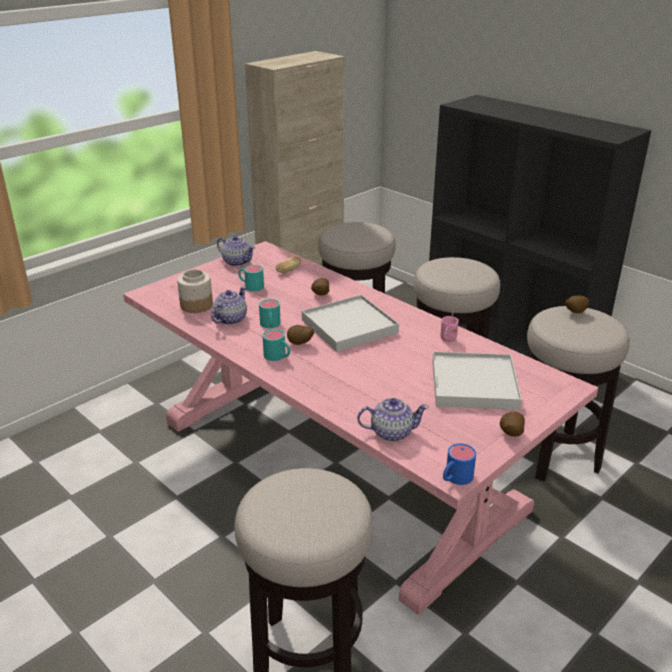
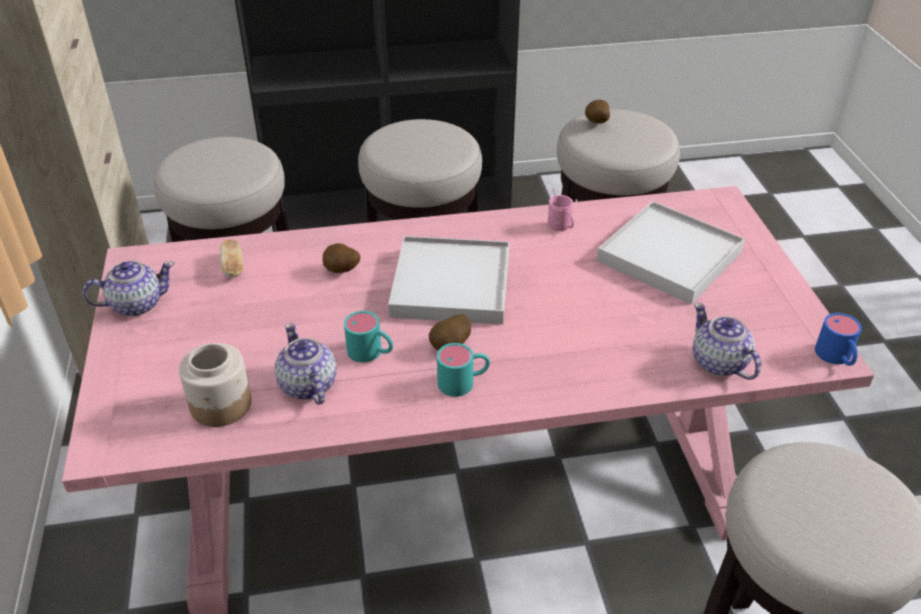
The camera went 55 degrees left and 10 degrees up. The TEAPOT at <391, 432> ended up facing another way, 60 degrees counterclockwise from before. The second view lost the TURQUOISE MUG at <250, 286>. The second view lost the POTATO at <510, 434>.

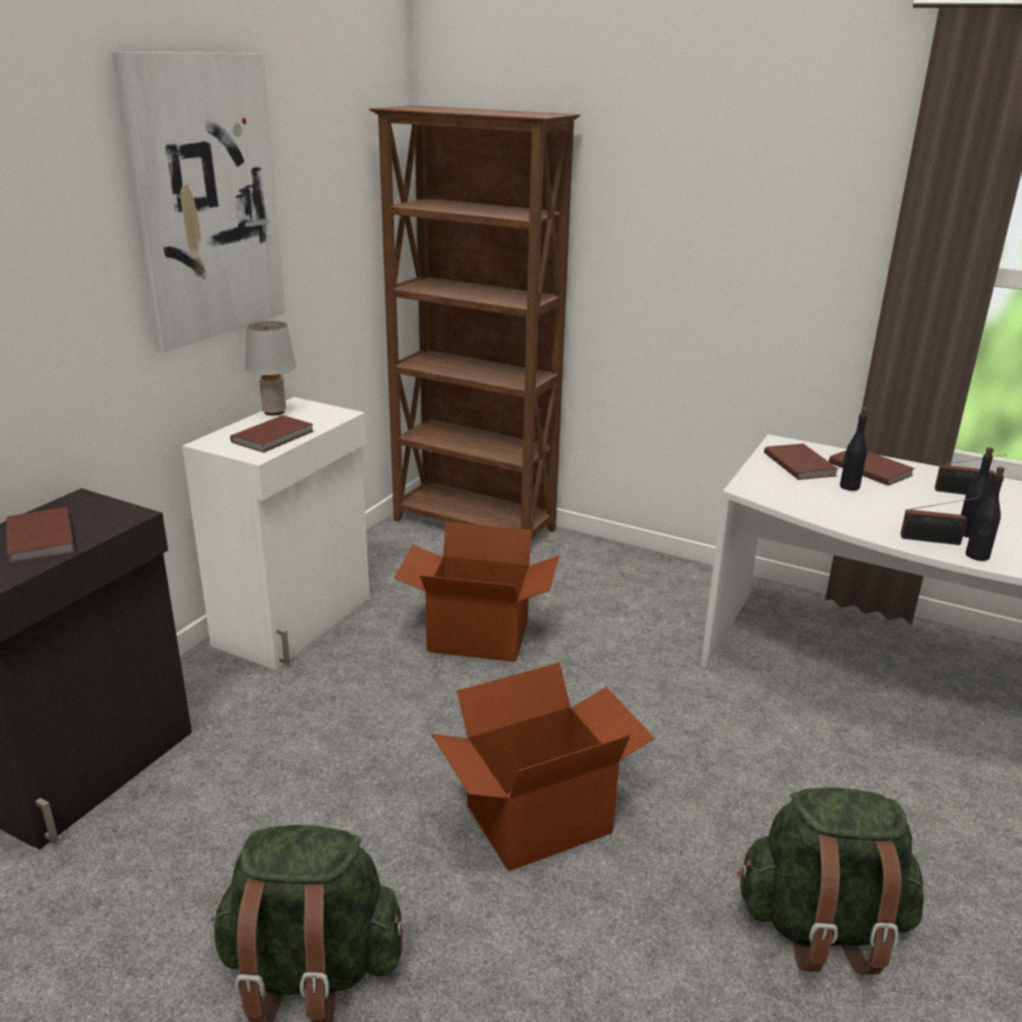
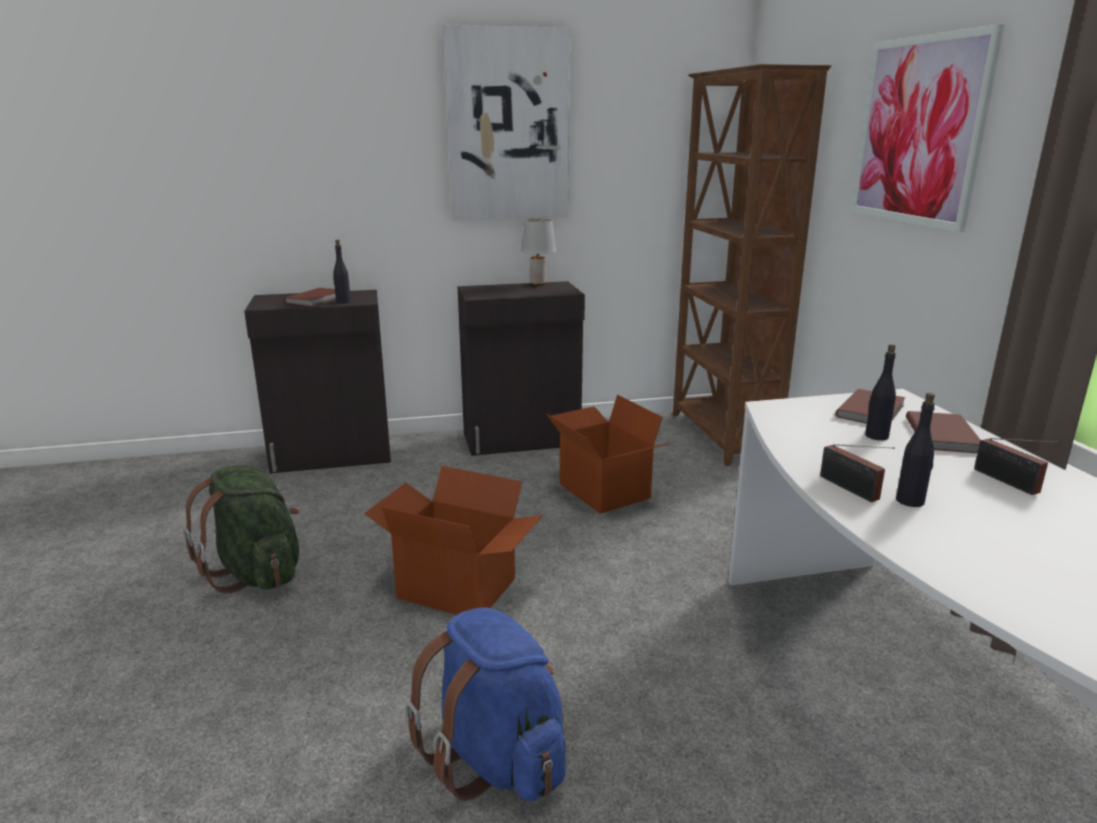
The camera went 50 degrees right and 5 degrees down. The BLACK BOTTLE ended up elsewhere, having gone from <977, 556> to <343, 302>. What was the GREEN BACKPACK at <822, 926> turned into the BLUE BACKPACK at <496, 758>. What was the WHITE CABINET at <296, 620> turned into the BLACK CABINET at <522, 439>. The second view gained the PICTURE at <918, 131>. The second view lost the BROWN BOOK at <275, 437>.

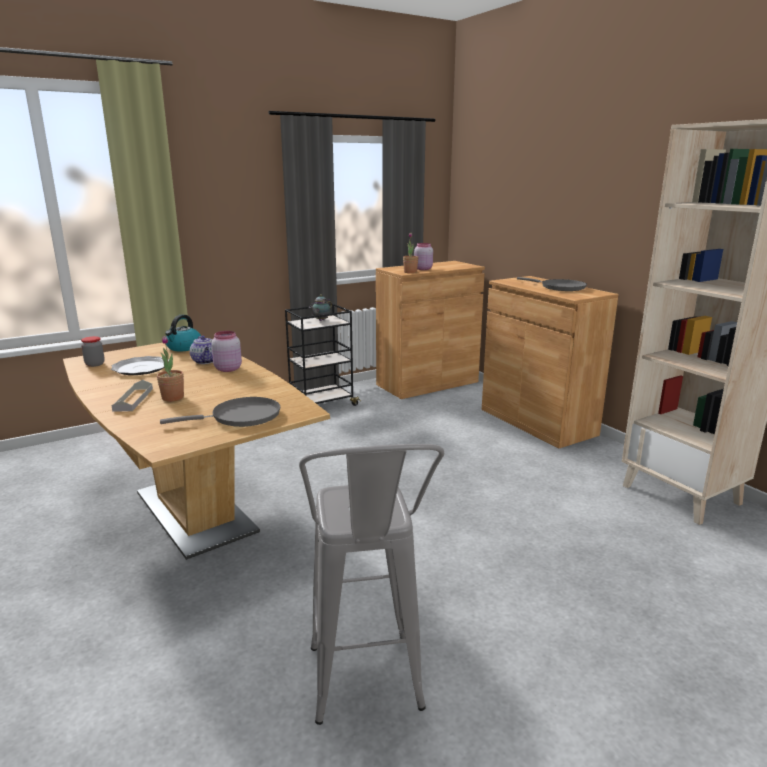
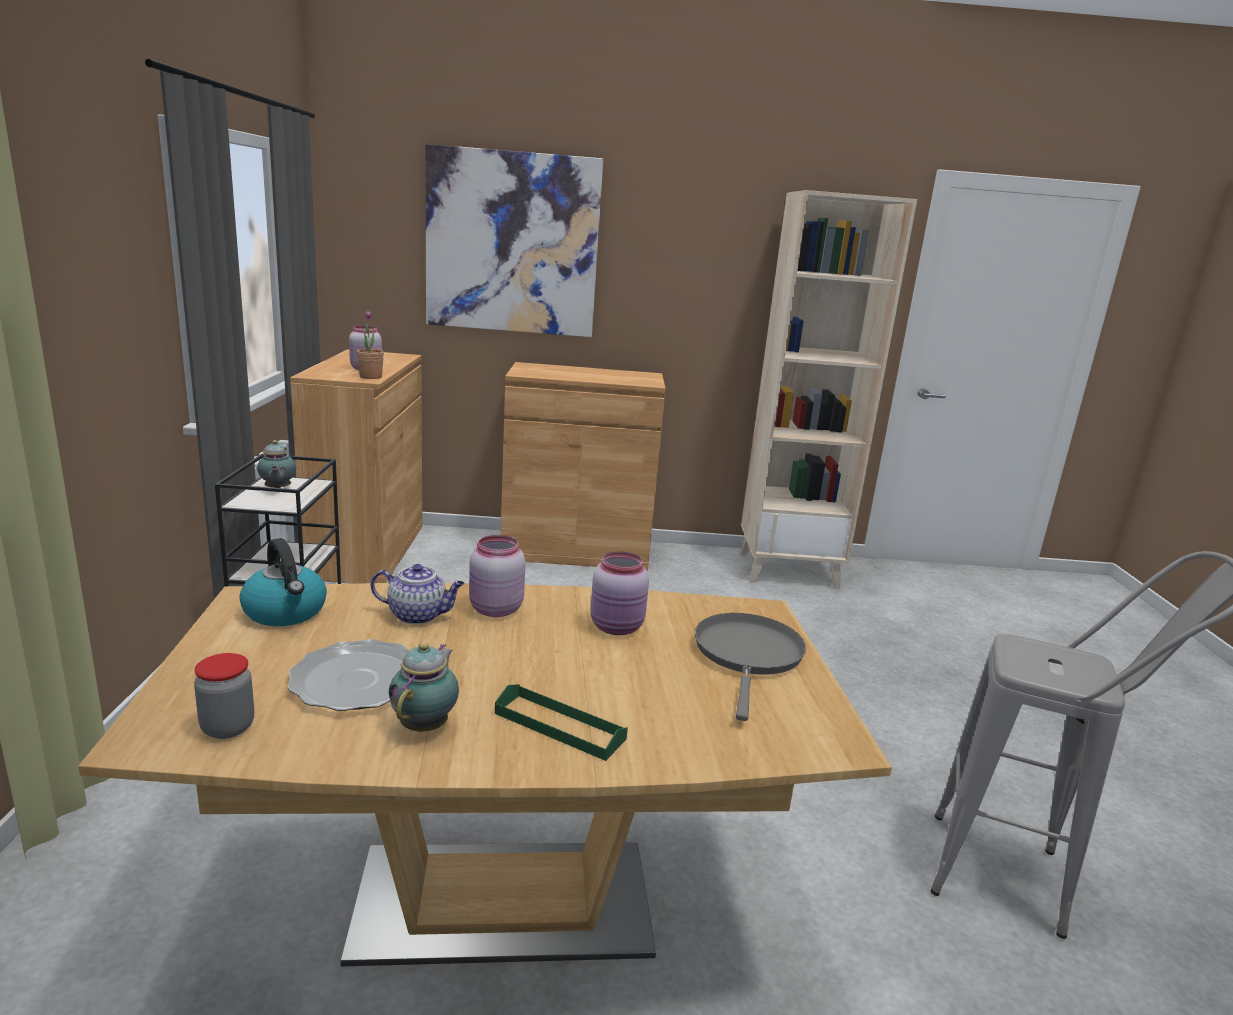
The camera went 60 degrees left and 0 degrees up. The second view gained the TEAPOT at <426, 725>. The second view gained the PICTURE at <512, 243>. What was the GREY TRAY at <133, 399> turned into the GREEN TRAY at <559, 726>. The second view gained the PINK JAR at <618, 627>. The second view lost the POTTED PLANT at <173, 398>. The second view lost the GREY FRYING PAN at <560, 287>.

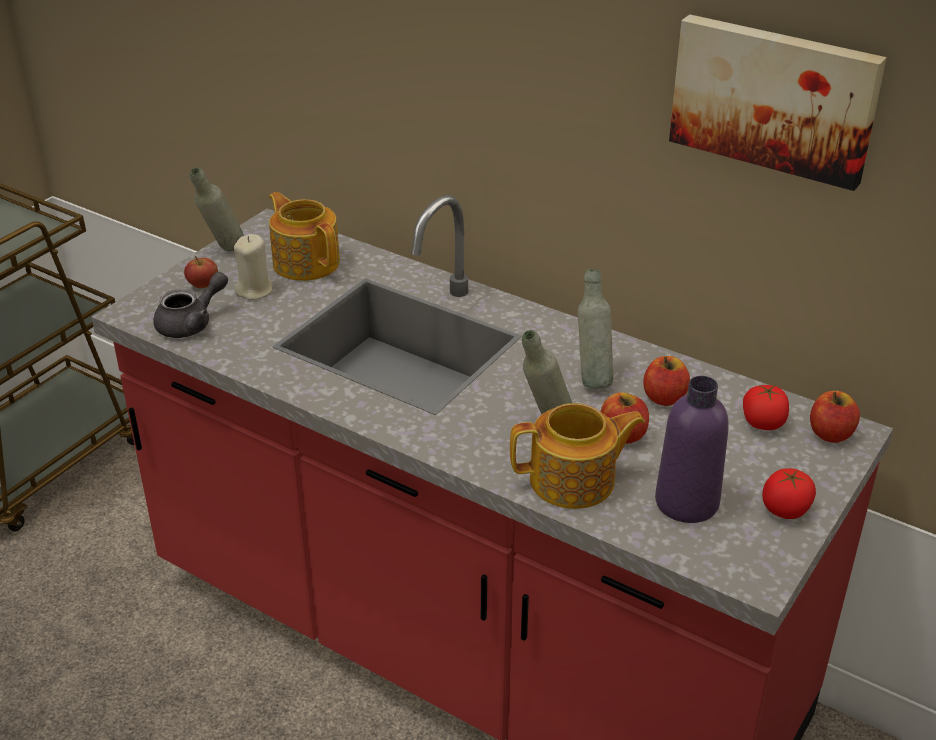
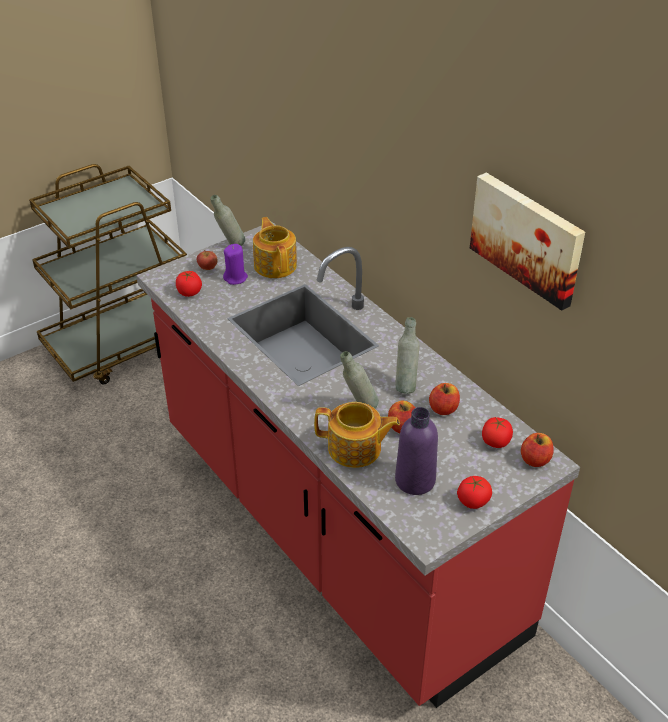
The camera went 20 degrees right and 5 degrees up. Where the GREY TEAPOT stood at <192, 323>, the TOMATO came to stand at <189, 292>. What was the BEIGE CANDLE at <255, 290> turned into the PURPLE CANDLE at <235, 278>.

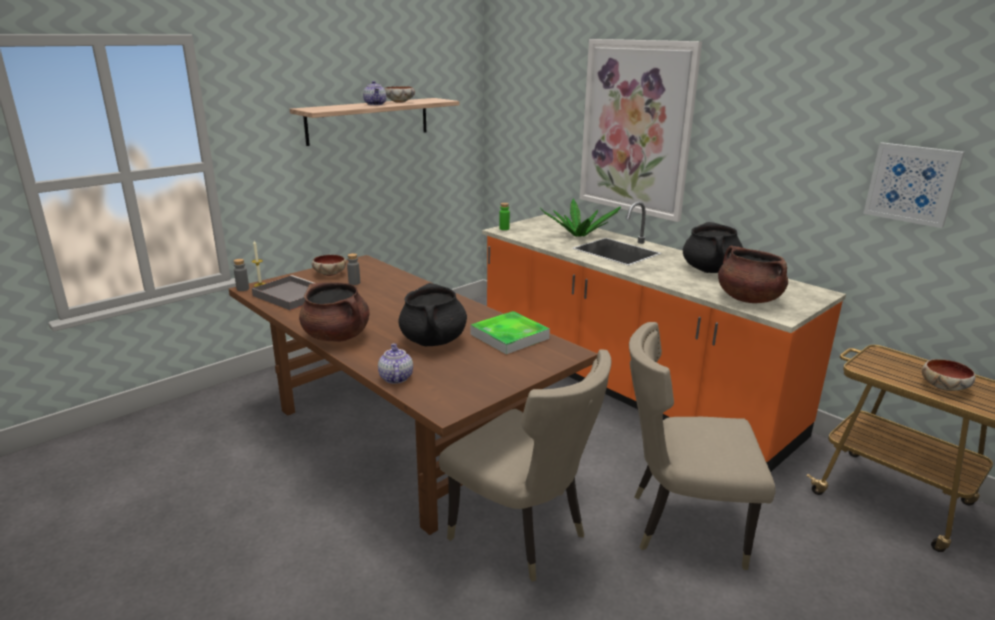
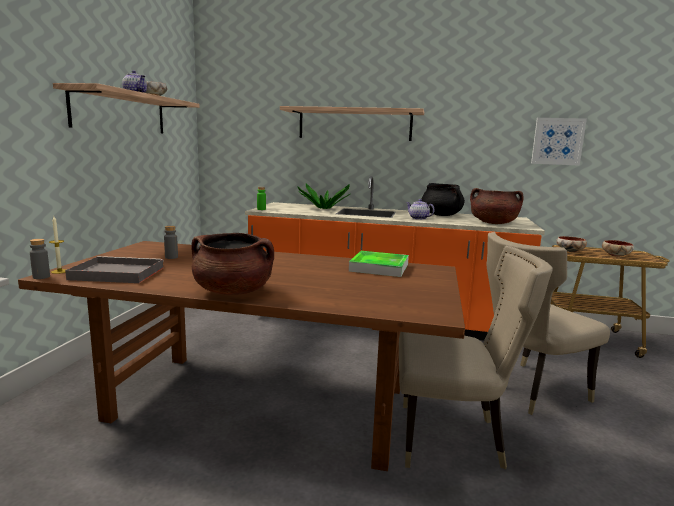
The camera went 35 degrees left and 10 degrees down. Where the PICTURE hung at <636, 128>, the SHELF came to hang at <354, 124>. The TEAPOT ended up elsewhere, having gone from <395, 378> to <418, 218>. The BOWL ended up elsewhere, having gone from <329, 274> to <569, 251>. The second view lost the BLACK COOKING POT at <433, 340>.

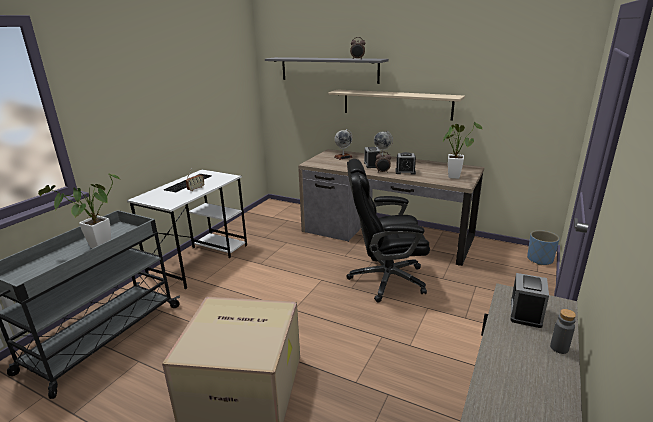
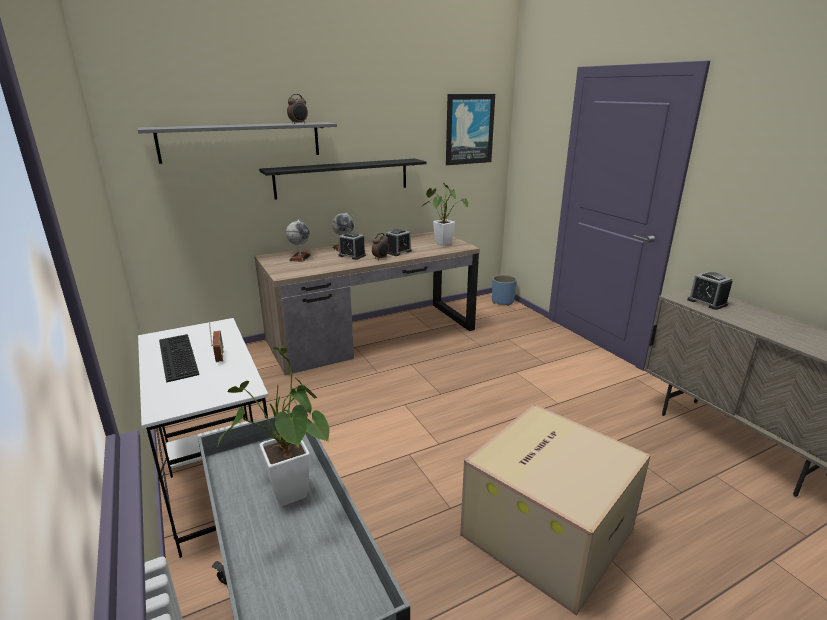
The camera went 55 degrees left and 0 degrees up. What was the BEIGE SHELF at <396, 104> turned into the BLACK SHELF at <342, 178>. The second view gained the PICTURE at <469, 129>. The second view lost the BLACK OFFICE CHAIR at <385, 279>. The second view lost the GREY BOTTLE at <559, 348>.

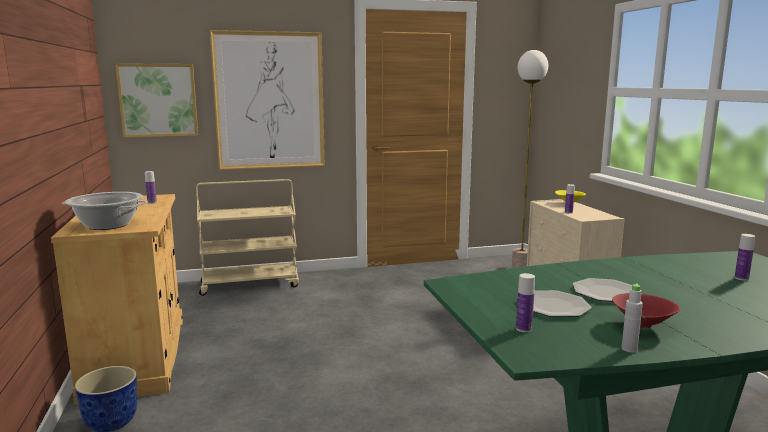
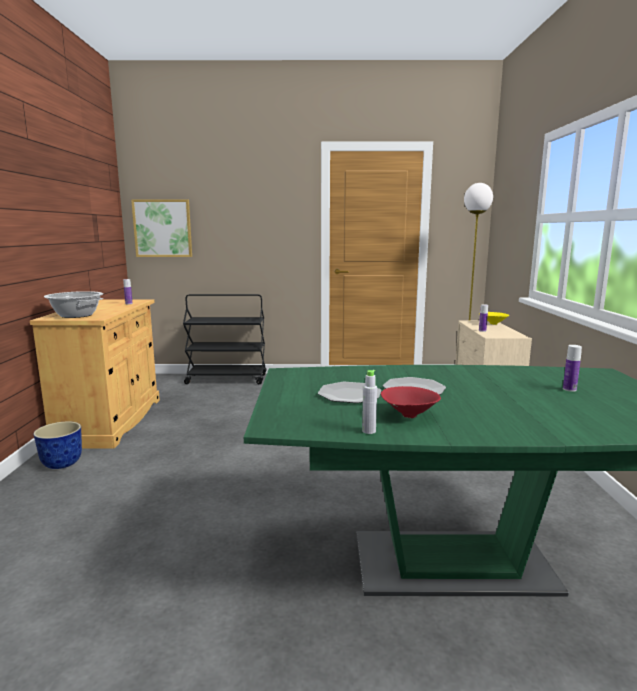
The camera went 15 degrees right and 0 degrees up. What was the BEIGE CART at <250, 284> turned into the BLACK CART at <227, 379>. The second view lost the PICTURE at <269, 101>. The second view lost the BOTTLE at <523, 329>.

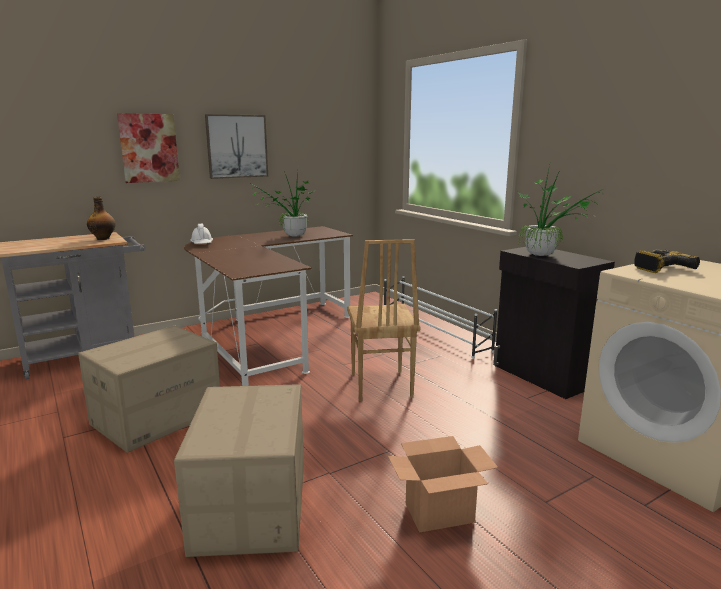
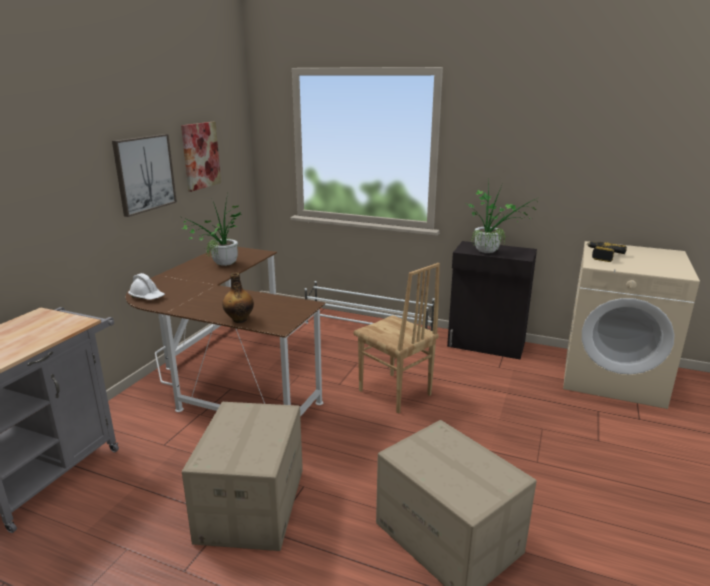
The camera went 35 degrees left and 5 degrees up. The PICTURE ended up elsewhere, having gone from <149, 148> to <200, 155>. The BOTTLE ended up elsewhere, having gone from <103, 238> to <239, 319>. The second view lost the CARDBOARD BOX at <440, 513>.

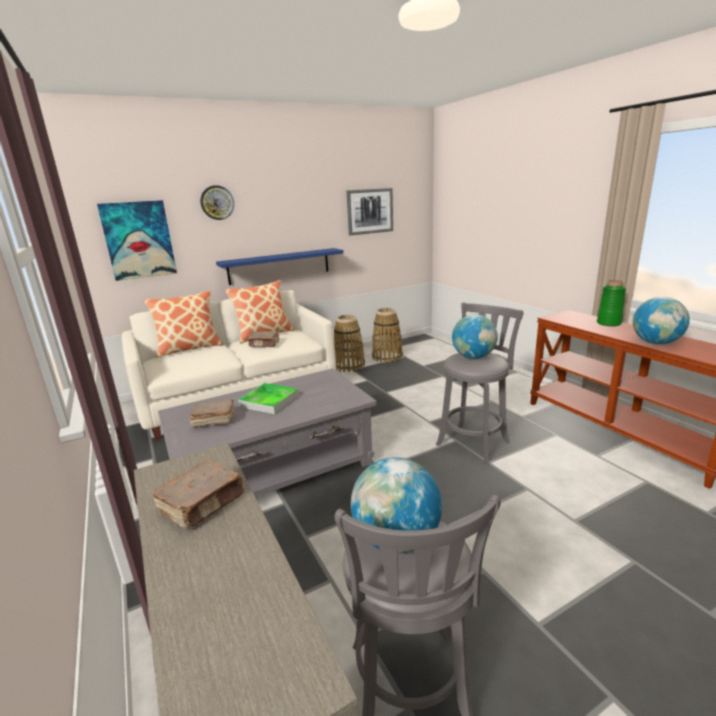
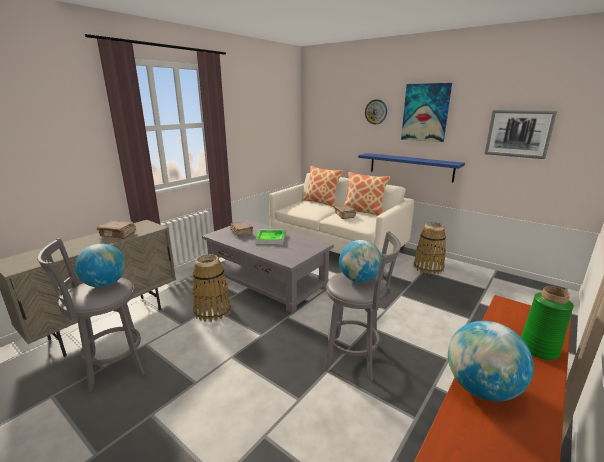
The camera went 65 degrees right and 0 degrees up. The BASKET ended up elsewhere, having gone from <387, 357> to <212, 311>. The PICTURE ended up elsewhere, having gone from <138, 240> to <425, 112>.

